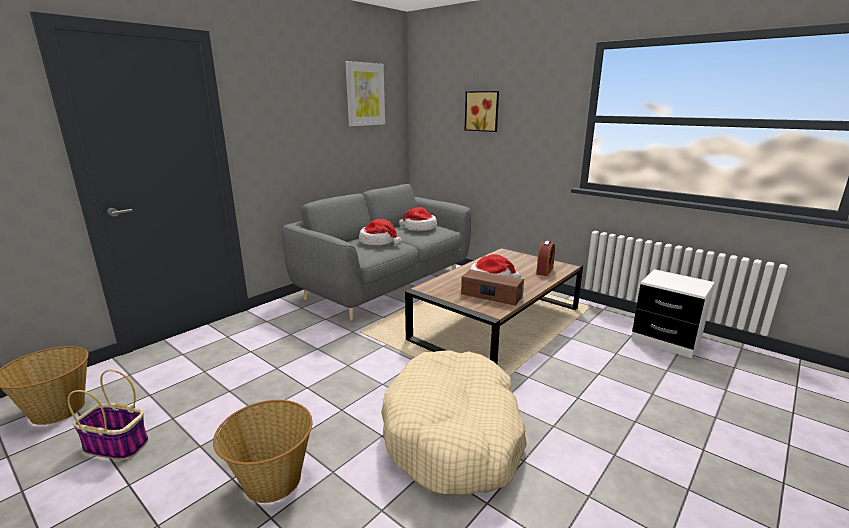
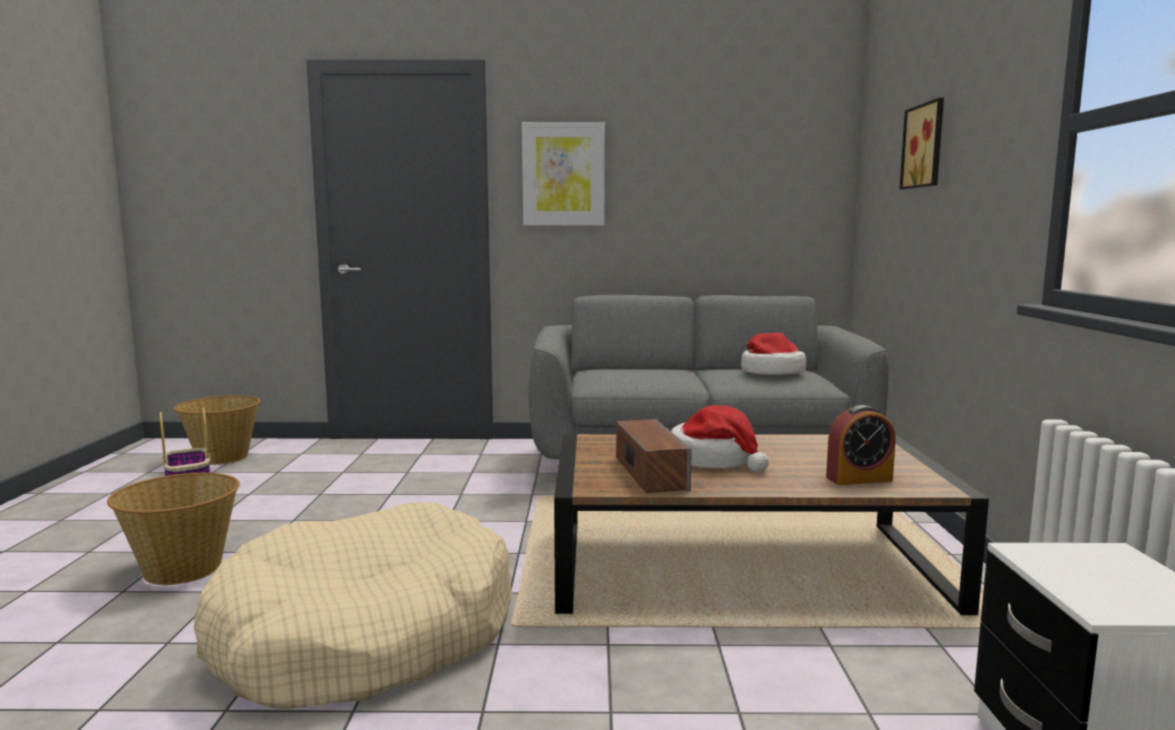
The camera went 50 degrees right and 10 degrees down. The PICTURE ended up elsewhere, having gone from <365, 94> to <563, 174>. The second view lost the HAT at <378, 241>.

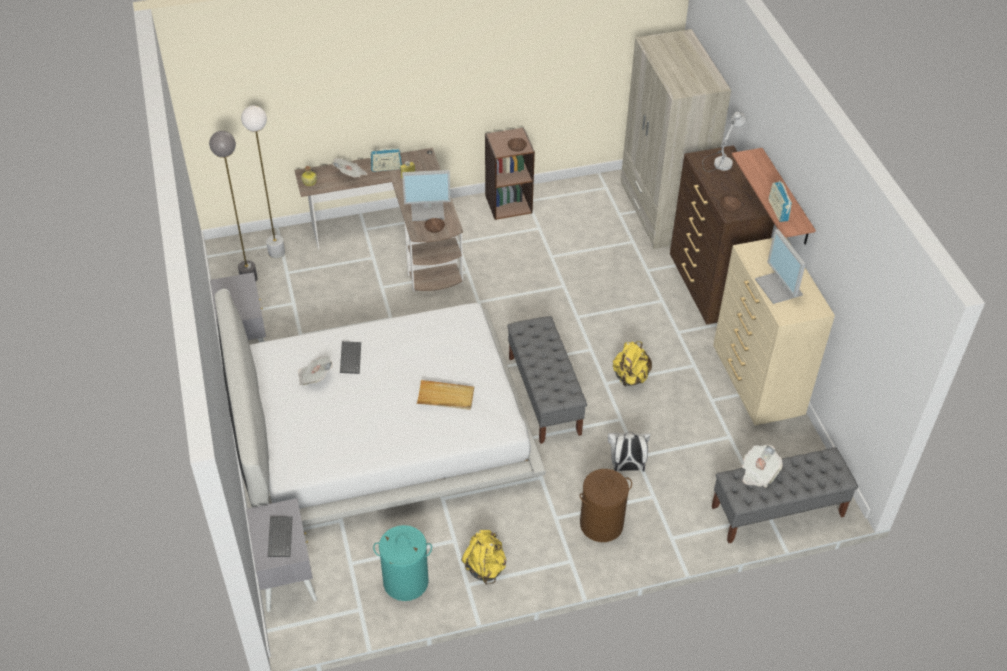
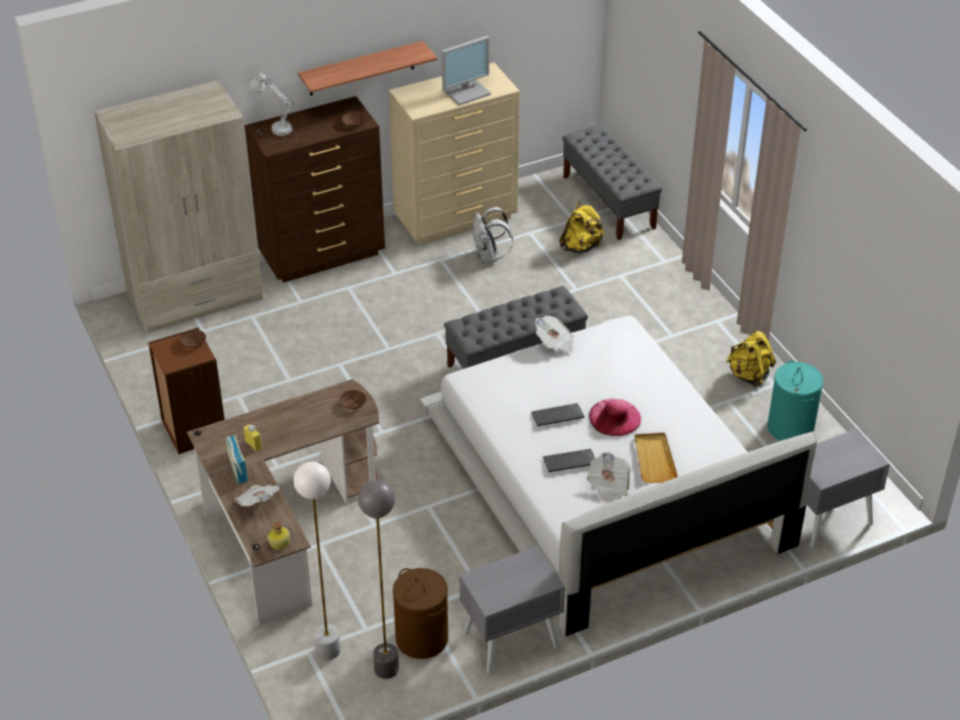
The camera went 100 degrees left and 5 degrees down. The BROWN LAUNDRY BASKET ended up elsewhere, having gone from <601, 524> to <422, 639>. The WHITE BACKPACK ended up elsewhere, having gone from <626, 467> to <489, 257>. The KEYBOARD ended up elsewhere, having gone from <279, 537> to <557, 416>. The NEWSPAPER ended up elsewhere, having gone from <758, 473> to <555, 343>. The YELLOW BACKPACK ended up elsewhere, having gone from <630, 377> to <581, 247>. The second view gained the PINK HAT at <614, 417>. The BEIGE TRAY ended up elsewhere, having gone from <445, 397> to <654, 459>. The second view lost the MONITOR at <428, 210>. The second view lost the RADIO at <778, 210>.

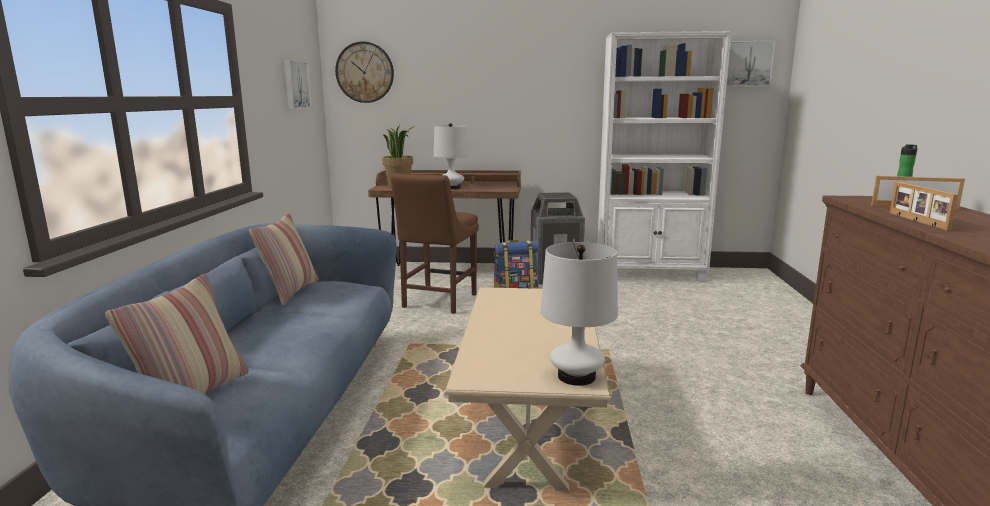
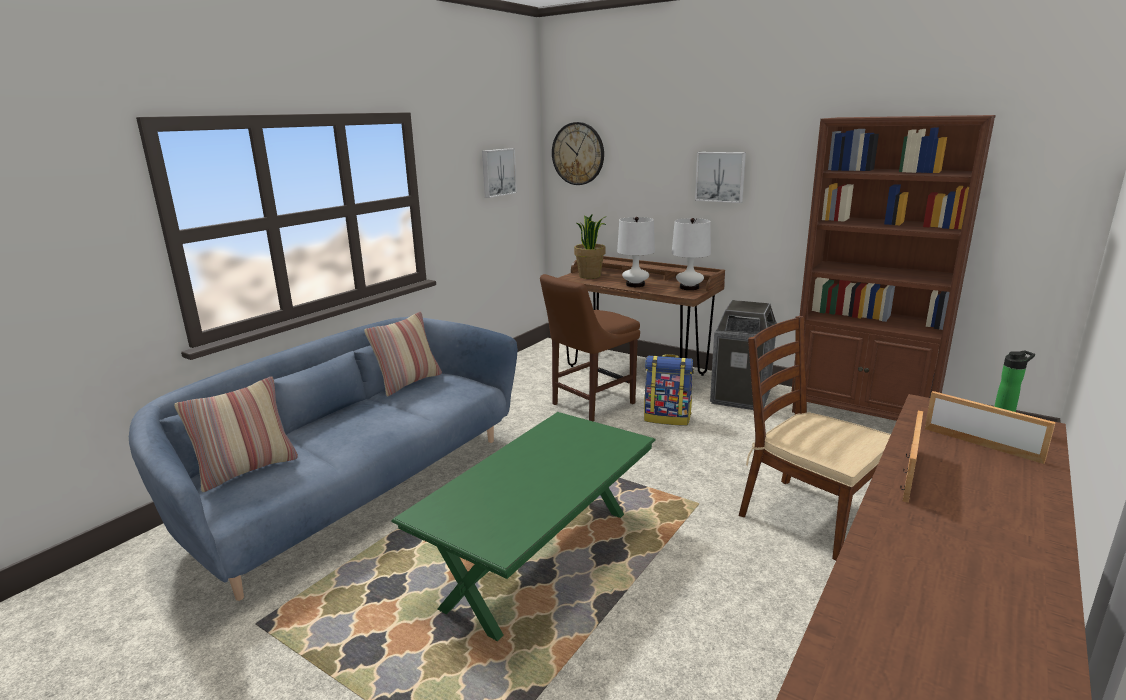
The camera went 30 degrees right and 5 degrees up. What was the BEIGE COFFEE TABLE at <528, 419> turned into the GREEN COFFEE TABLE at <540, 557>. The WHITE TABLE LAMP ended up elsewhere, having gone from <576, 376> to <689, 287>. The PICTURE ended up elsewhere, having gone from <748, 64> to <720, 176>. The second view gained the BROWN CHAIR at <806, 516>. What was the WHITE BOOKCASE at <650, 274> turned into the BROWN BOOKCASE at <863, 415>.

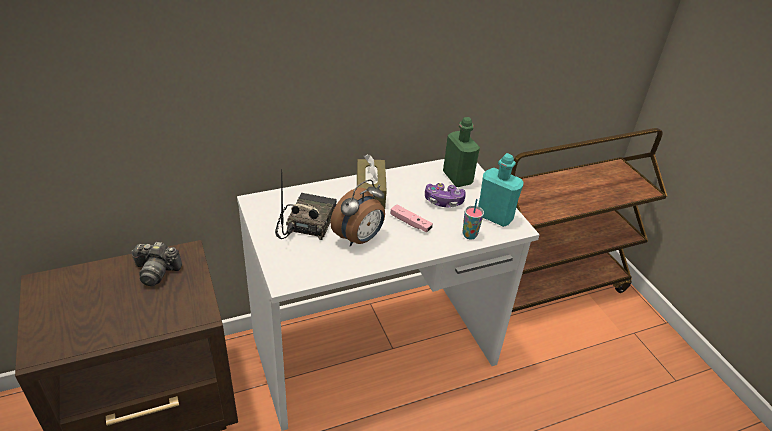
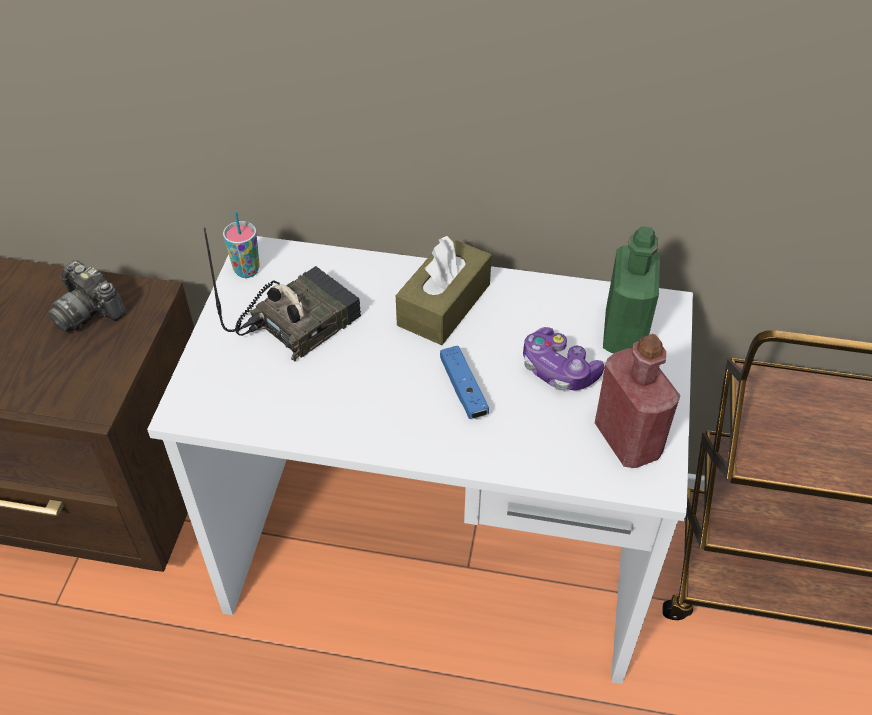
The camera went 35 degrees right and 10 degrees up. The CUP ended up elsewhere, having gone from <469, 235> to <247, 270>. What was the PINK GAME CONTROLLER at <410, 223> turned into the BLUE GAME CONTROLLER at <463, 389>. What was the TURQUOISE BOTTLE at <494, 217> turned into the RED BOTTLE at <627, 440>. The second view lost the ALARM CLOCK at <359, 239>.

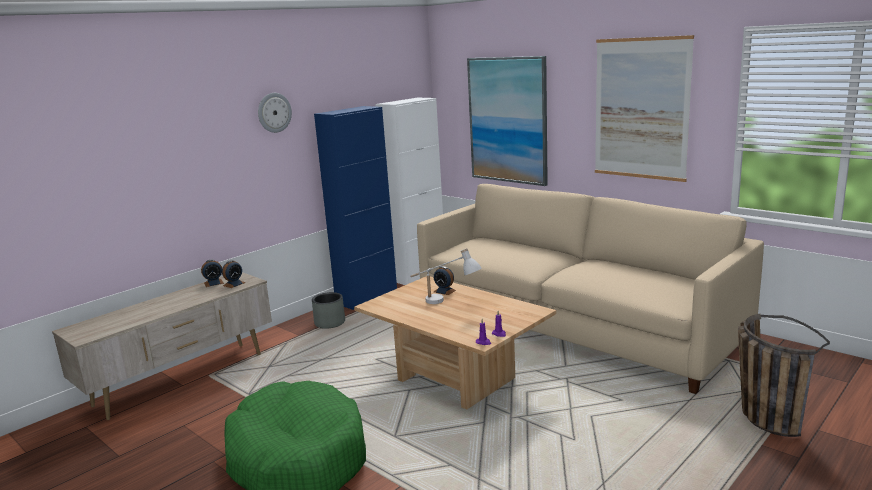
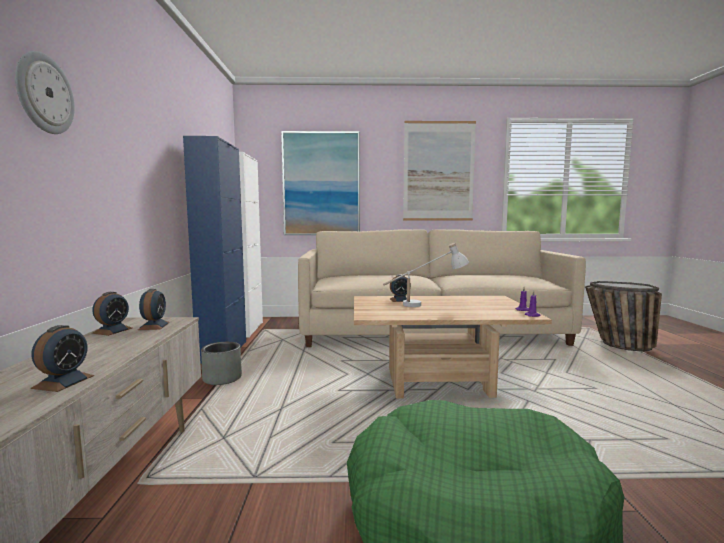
The camera went 45 degrees left and 10 degrees down. The WALL CLOCK ended up elsewhere, having gone from <274, 112> to <44, 94>. The second view gained the ALARM CLOCK at <63, 382>.

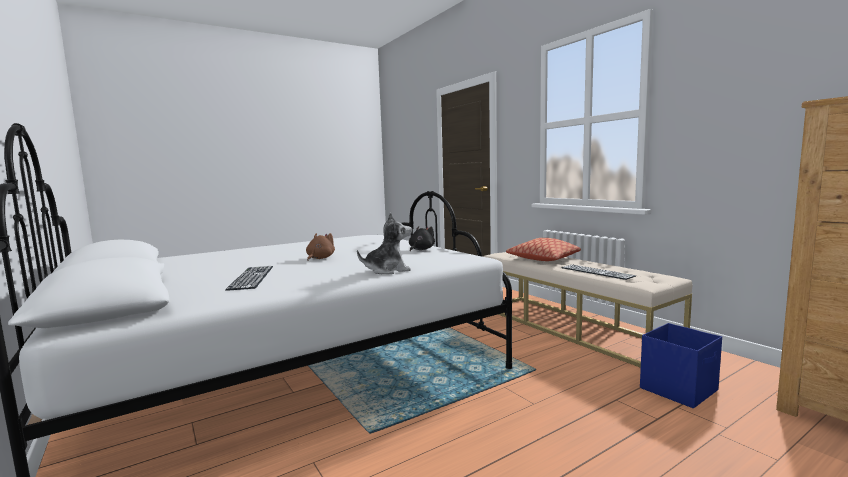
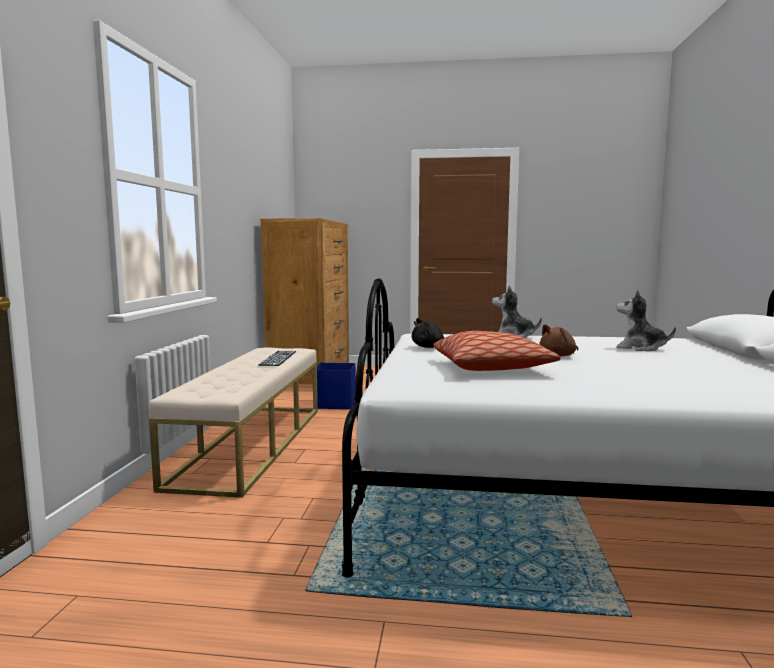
The camera went 140 degrees left and 0 degrees up. The PILLOW ended up elsewhere, having gone from <543, 259> to <491, 367>. Where the KEYBOARD stood at <251, 277>, the PLUSH TOY came to stand at <640, 348>.

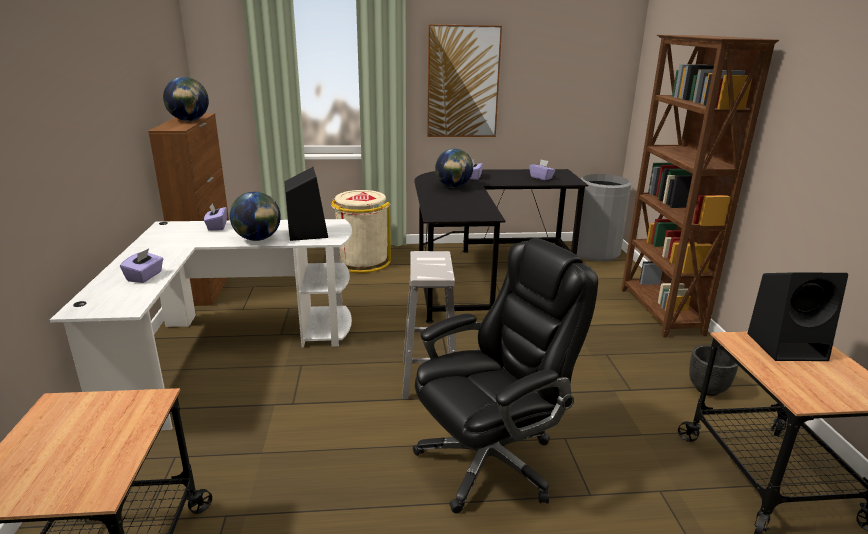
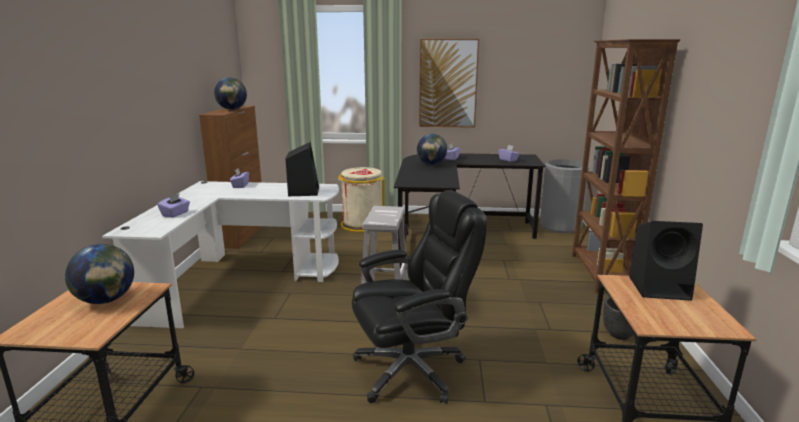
The camera went 10 degrees right and 5 degrees down. The GLOBE ended up elsewhere, having gone from <258, 239> to <106, 300>.

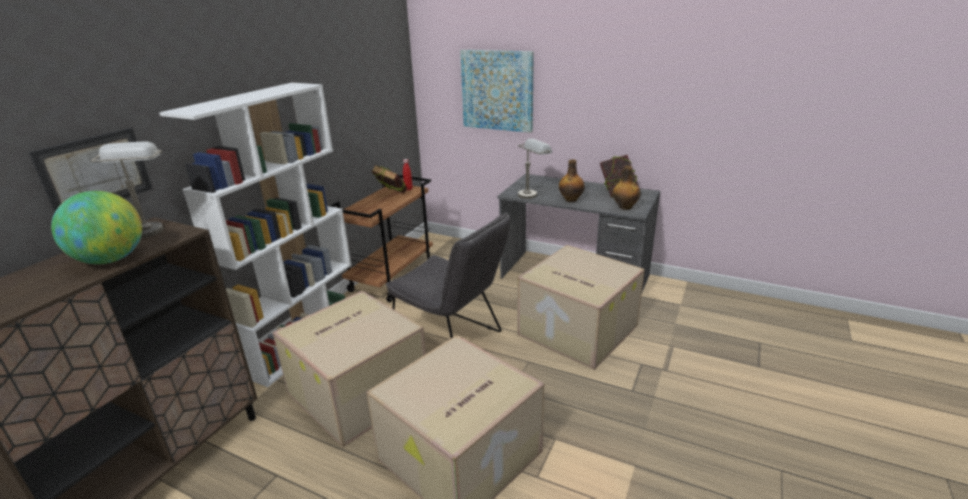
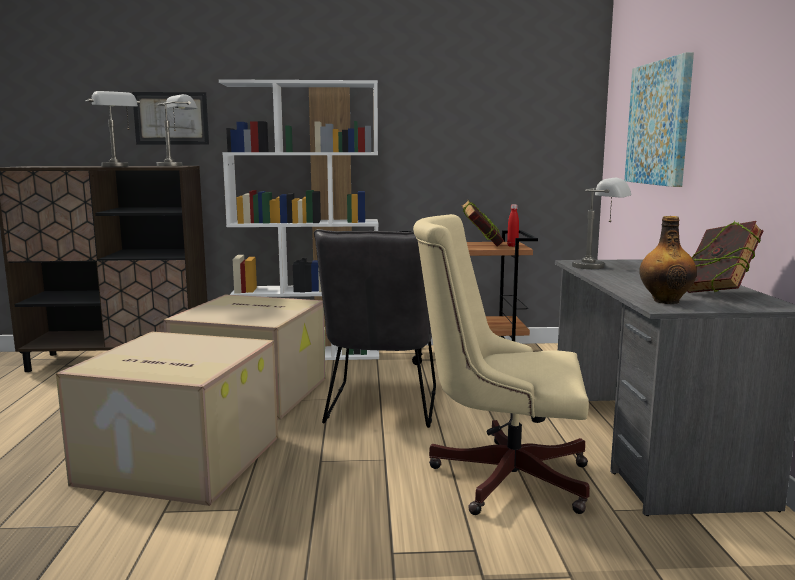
The camera went 60 degrees right and 15 degrees down. Where the GLOBE stood at <111, 259>, the GREY TABLE LAMP came to stand at <118, 166>. Where the CARDBOARD BOX stood at <575, 330>, the BEIGE OFFICE CHAIR came to stand at <500, 476>. The second view lost the BOTTLE at <571, 200>.

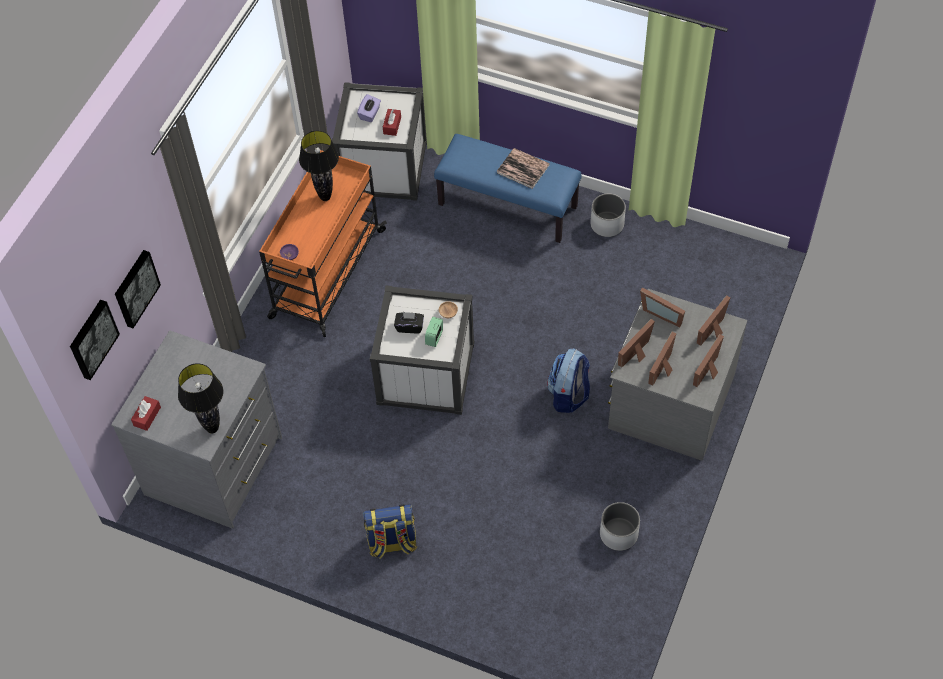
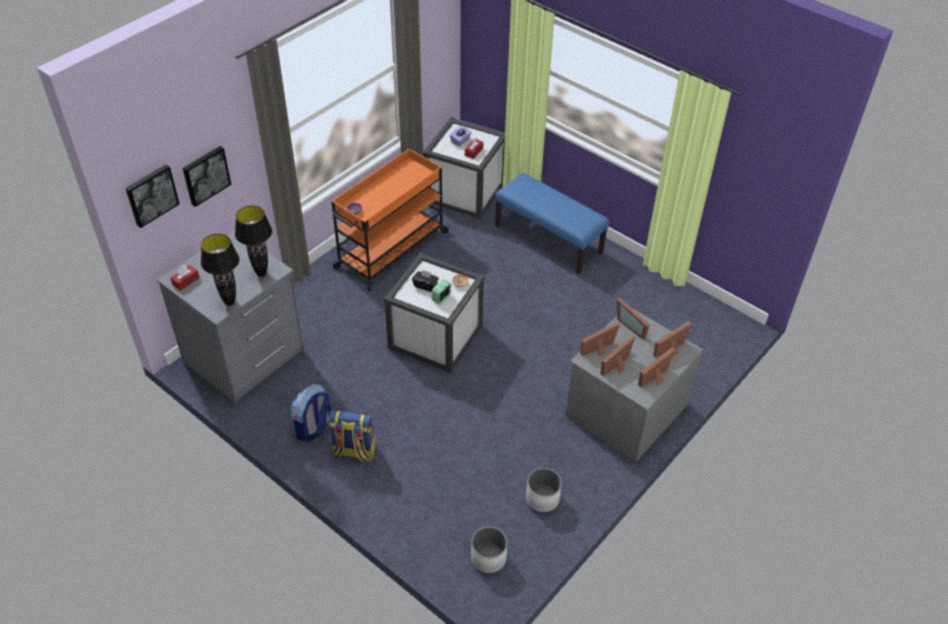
The camera went 15 degrees right and 10 degrees down. The BLACK TABLE LAMP ended up elsewhere, having gone from <325, 198> to <261, 274>. The BACKPACK ended up elsewhere, having gone from <568, 395> to <314, 428>. The WHITE PLANTER ended up elsewhere, having gone from <607, 224> to <488, 557>. The second view lost the BOOK at <523, 168>.

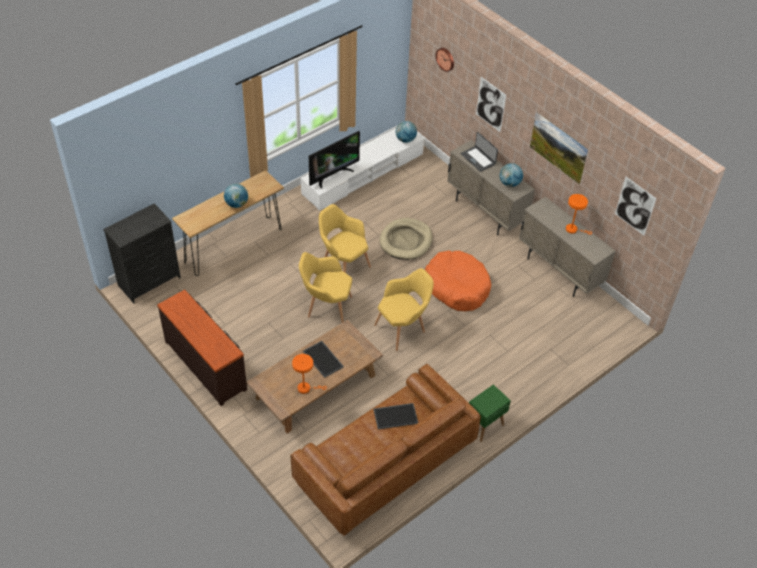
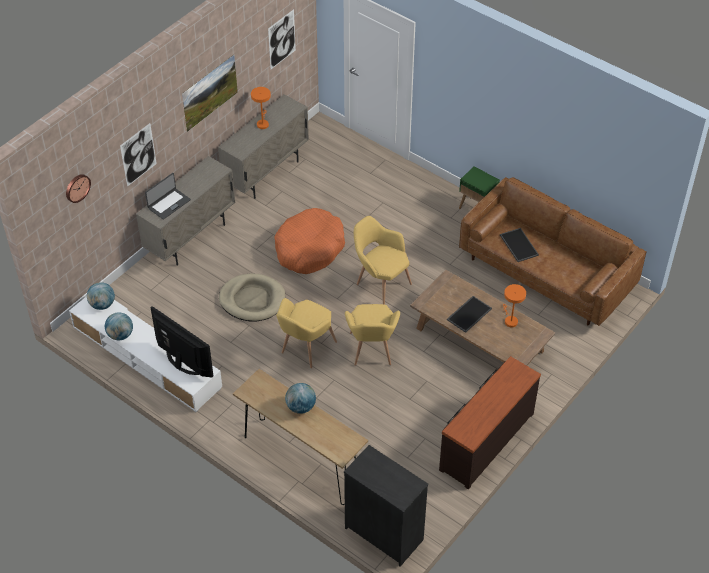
The camera went 100 degrees left and 0 degrees up. The GLOBE ended up elsewhere, having gone from <509, 183> to <120, 335>.

